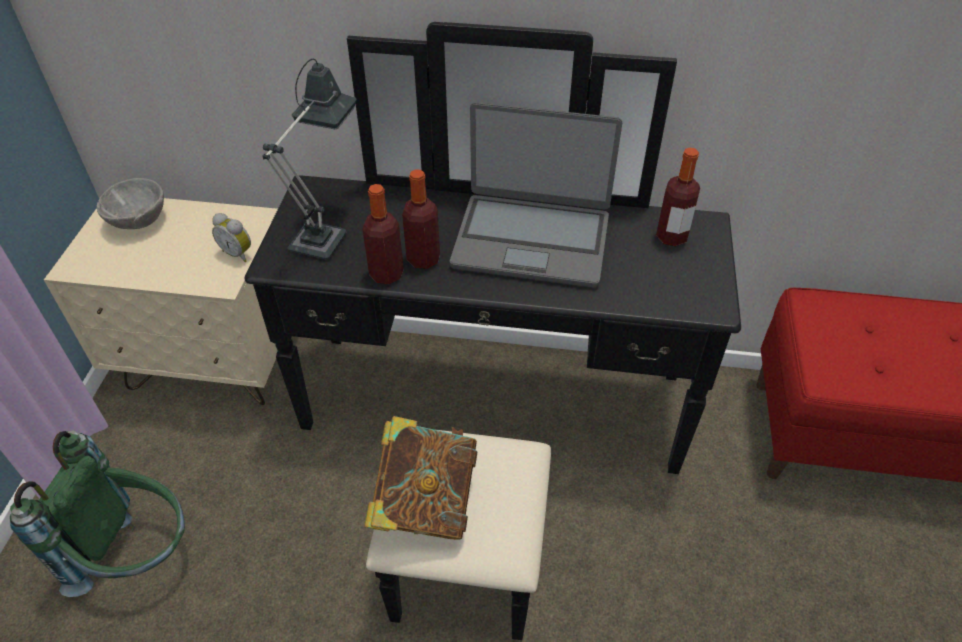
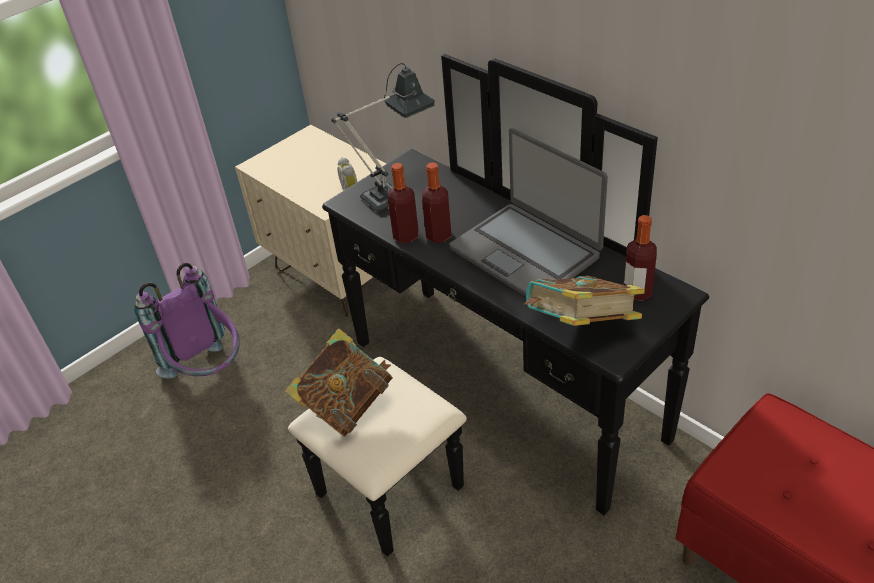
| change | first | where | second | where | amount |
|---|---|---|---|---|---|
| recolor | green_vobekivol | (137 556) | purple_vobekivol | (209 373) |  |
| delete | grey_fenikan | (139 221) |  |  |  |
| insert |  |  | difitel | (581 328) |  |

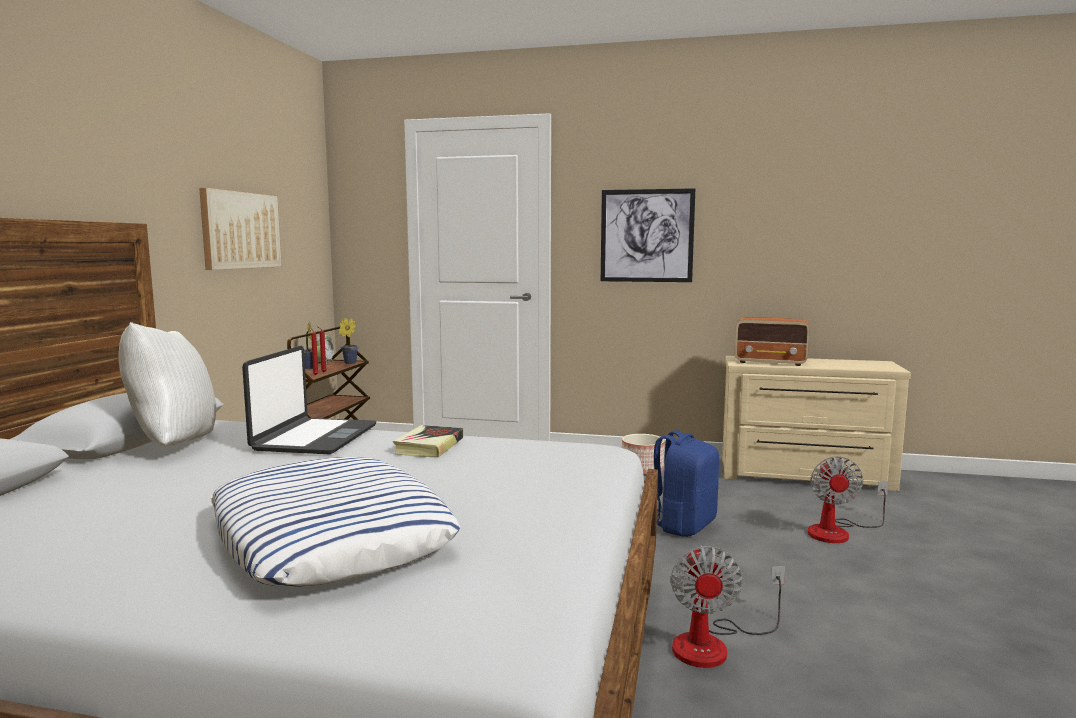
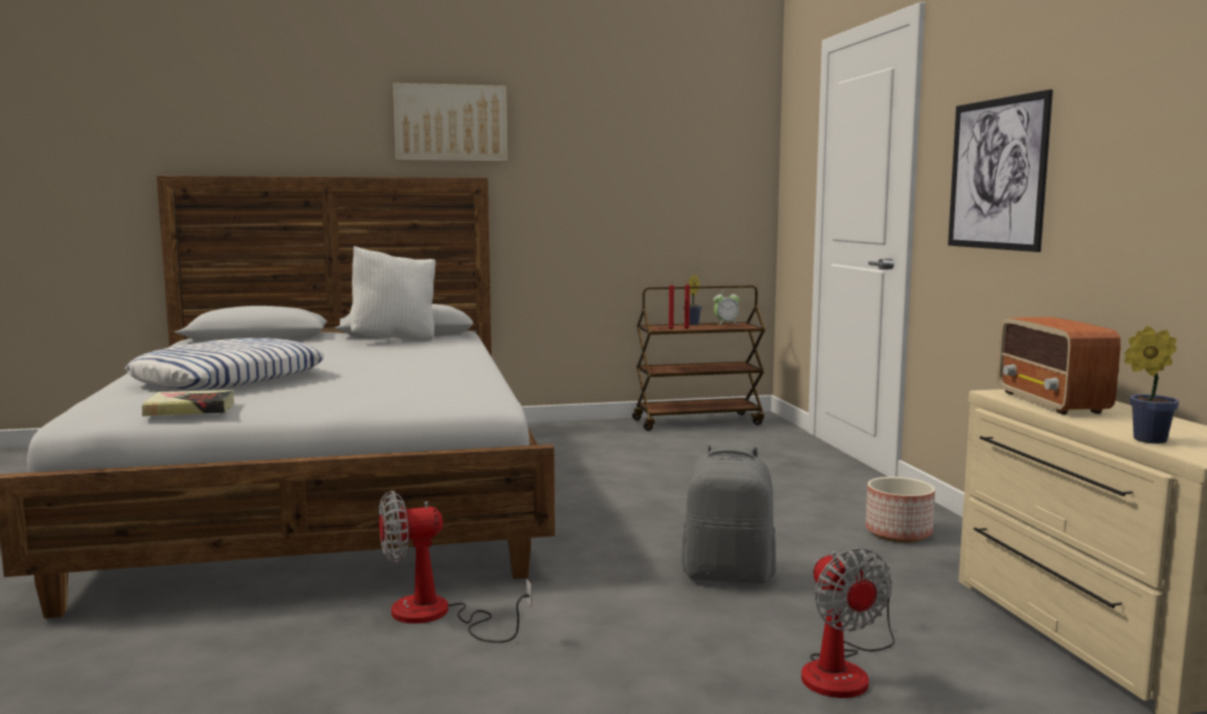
| change | first | where | second | where | amount |
|---|---|---|---|---|---|
| move | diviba | (240 230) |  | (450 123) |  |
| delete | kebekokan | (314 438) |  |  |  |
| move | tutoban | (348 363) |  | (1145 439) |  |
| move | difitel | (429 446) |  | (190 409) |  |
| recolor | blue_vobekivol | (683 525) | grey_vobekivol | (729 575) |  |
| rotate | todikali | (838 532) |  | (844 670) | 90 degrees counterclockwise |

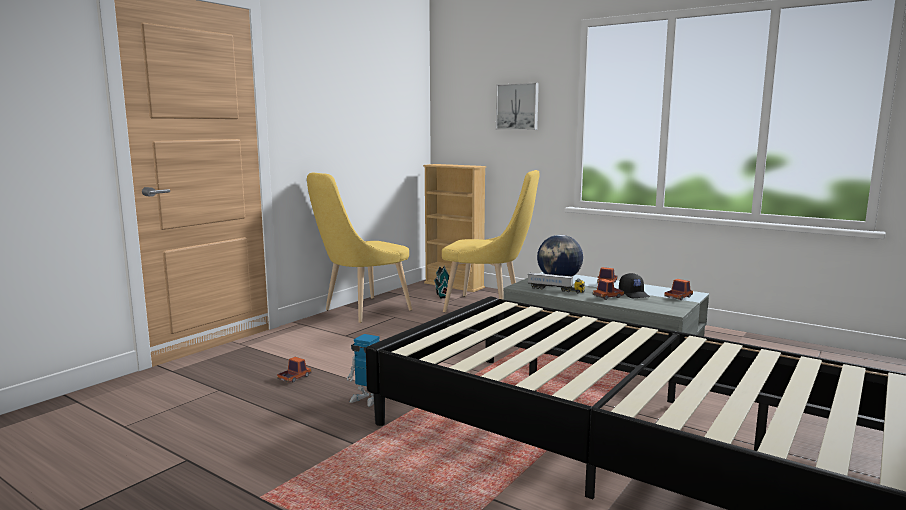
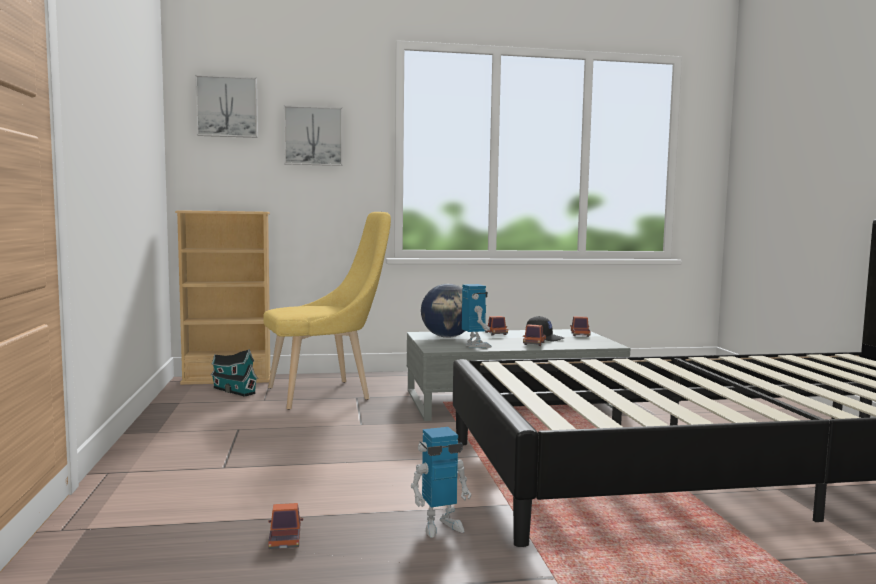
| change | first | where | second | where | amount |
|---|---|---|---|---|---|
| delete | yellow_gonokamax | (362 311) |  |  |  |
| replace | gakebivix | (555 290) | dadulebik | (475 346) |  |
| insert |  |  | diviba | (227 107) |  |

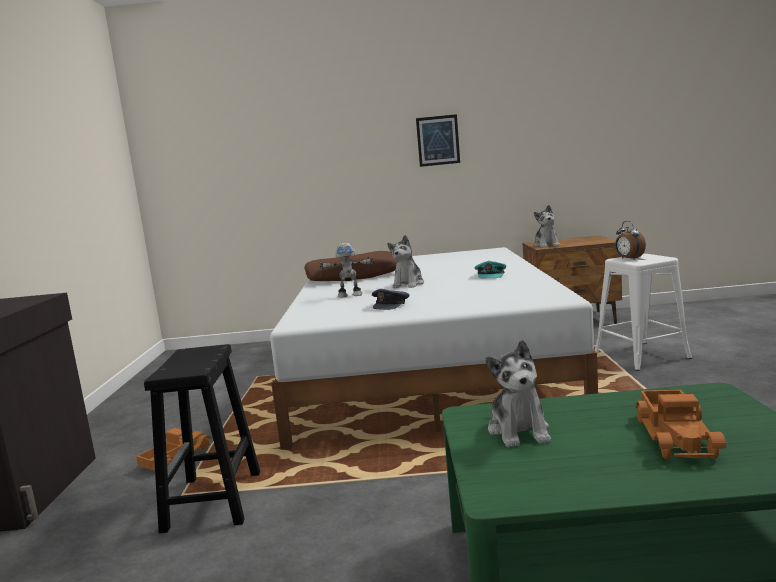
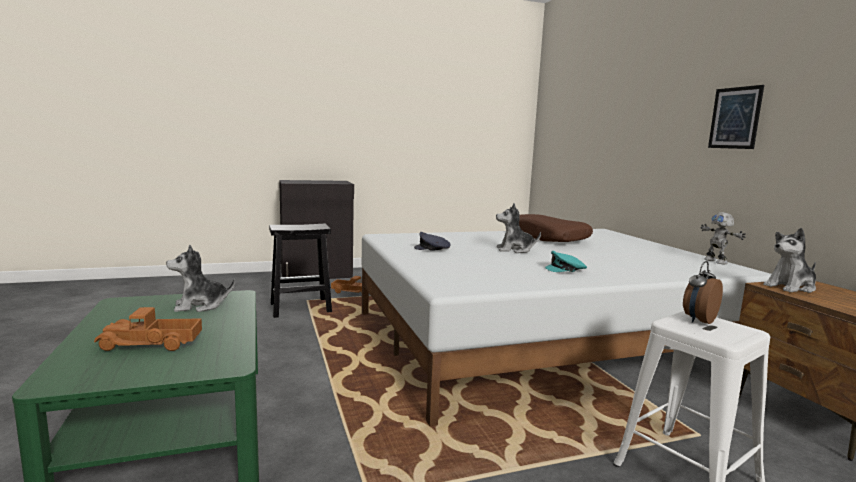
| change | first | where | second | where | amount |
|---|---|---|---|---|---|
| move | dadulebik | (350 295) |  | (716 261) |  |

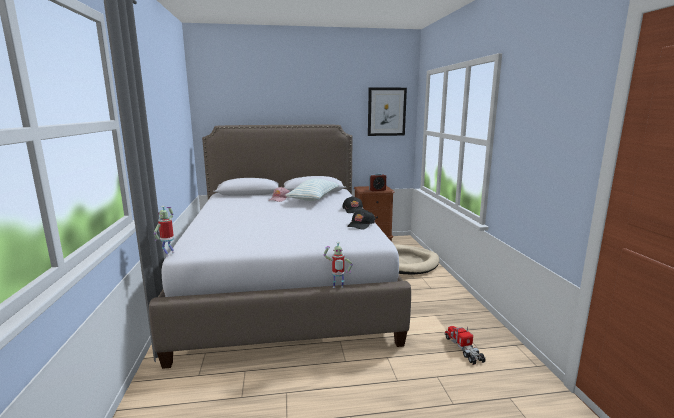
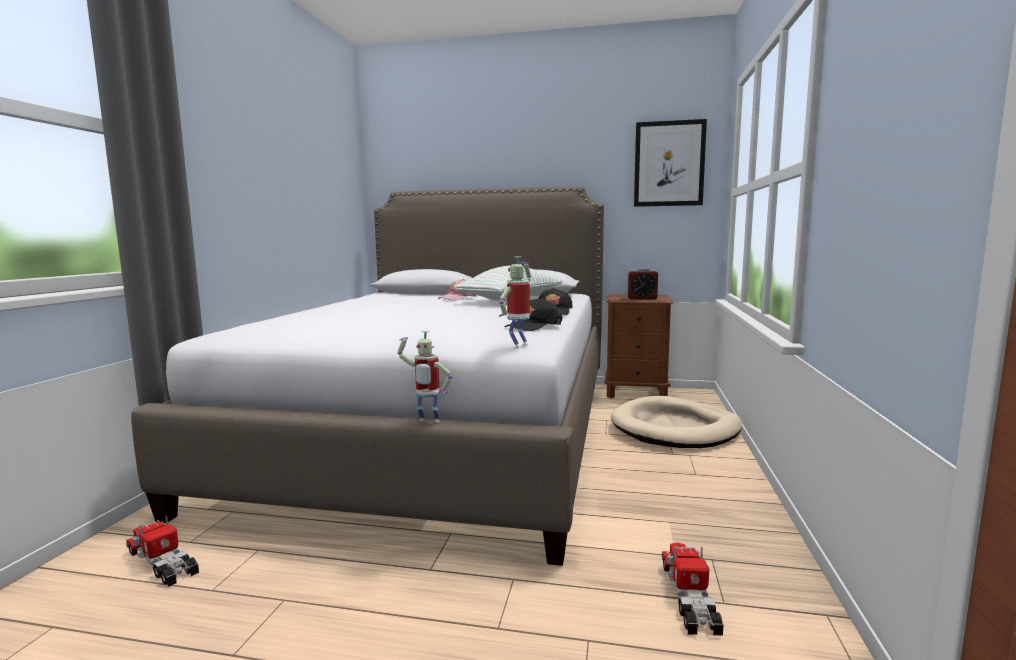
| change | first | where | second | where | amount |
|---|---|---|---|---|---|
| move | dadulebik | (168 254) |  | (518 346) |  |
| insert |  |  | gakebivix | (163 562) |  |

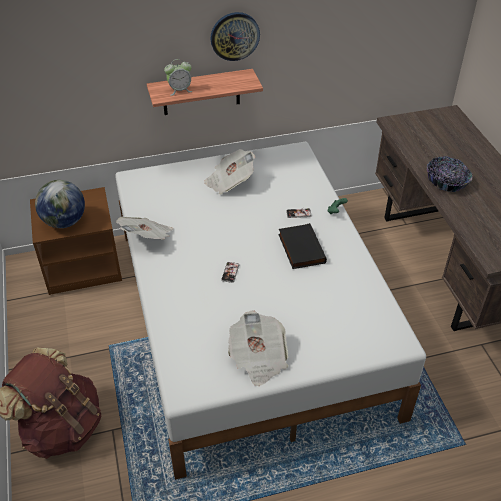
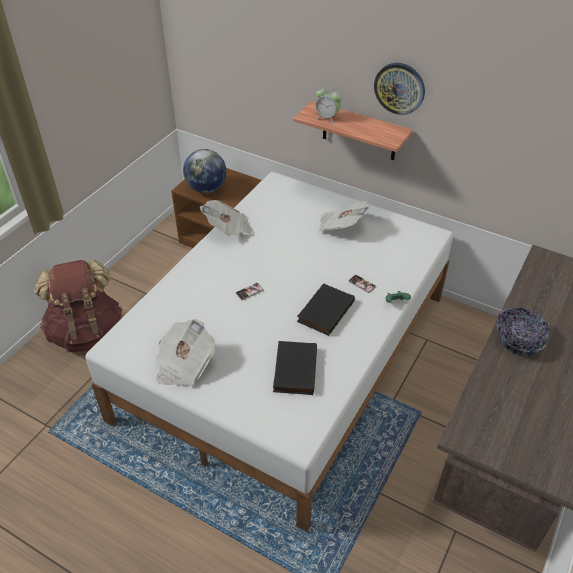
| change | first | where | second | where | amount |
|---|---|---|---|---|---|
| insert |  |  | black_difitel | (293 369) |  |

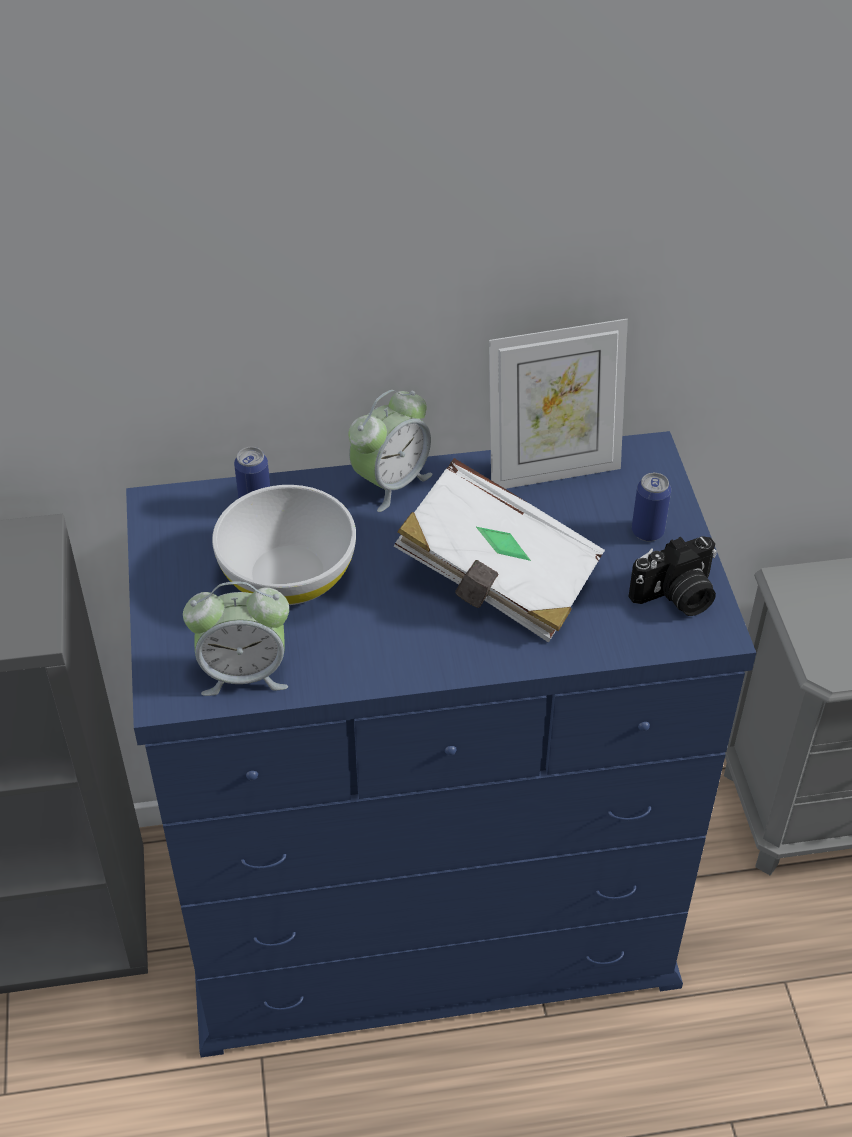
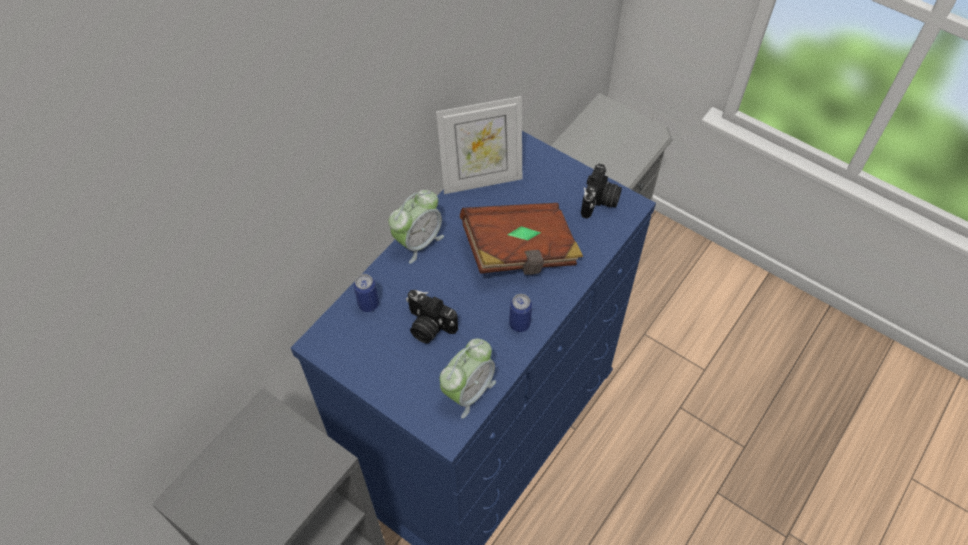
| change | first | where | second | where | amount |
|---|---|---|---|---|---|
| replace | white_fenikan | (288 575) | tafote | (428 326) |  |
| rotate | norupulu | (391 483) |  | (418 242) | 45 degrees clockwise |
| recolor | white_difitel | (498 578) | brown_difitel | (520 252) |  |
| rotate | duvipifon | (552 470) |  | (481 180) | 45 degrees clockwise |
| move | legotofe | (647 531) |  | (519 324) |  |

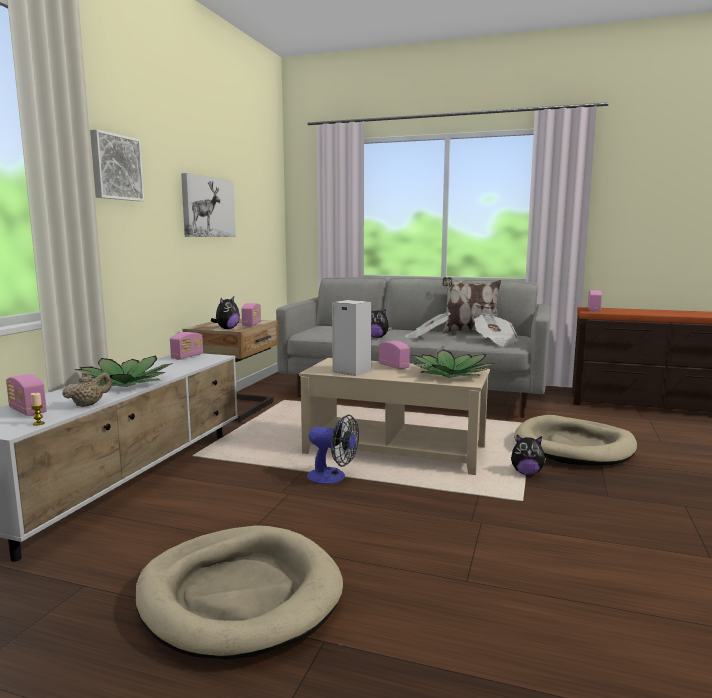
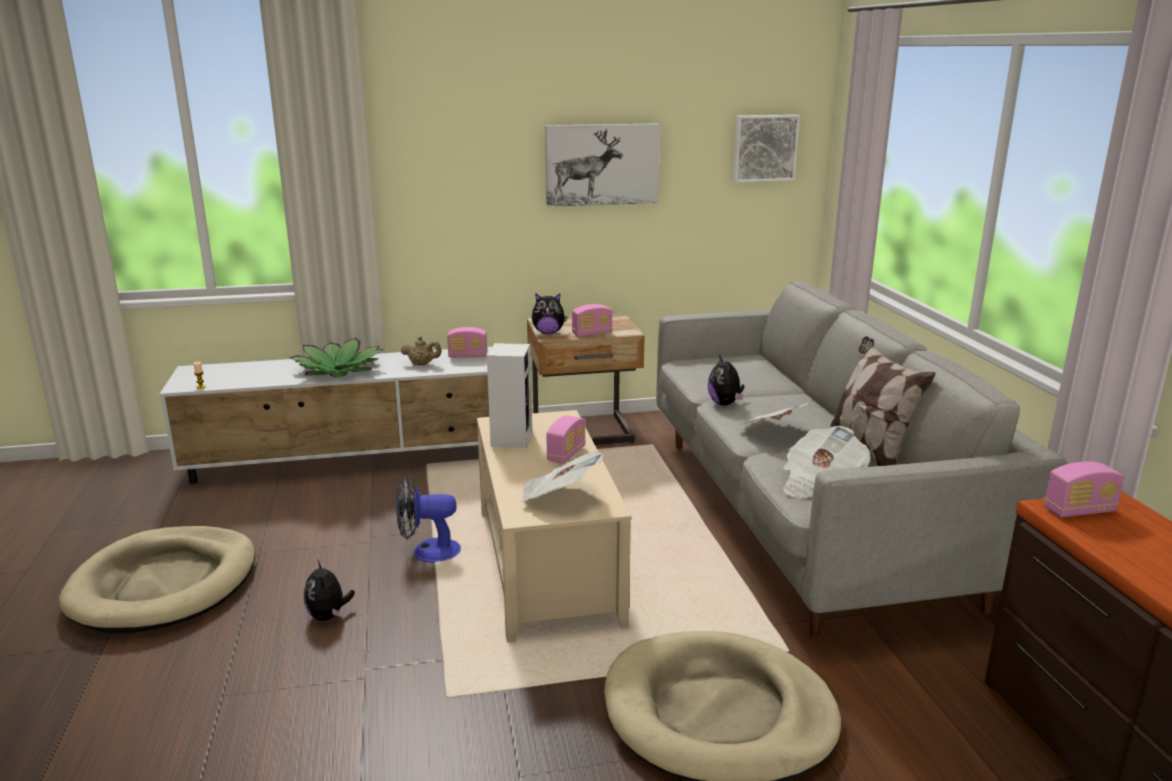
| change | first | where | second | where | amount |
|---|---|---|---|---|---|
| delete | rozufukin | (27 411) |  |  |  |
| move | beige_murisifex | (88 404) |  | (422 364) |  |
| move | diviba | (115 167) |  | (764 148) |  |
| rotate | todikali | (332 477) |  | (428 551) | 90 degrees clockwise |
| replace | tutoban | (451 374) | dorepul | (559 496) |  |
| move | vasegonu | (526 473) |  | (329 616) |  |

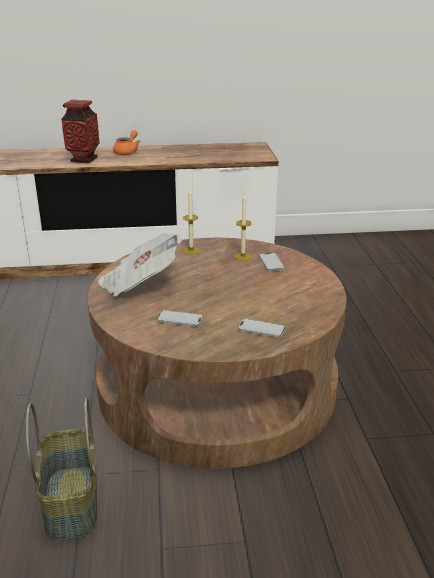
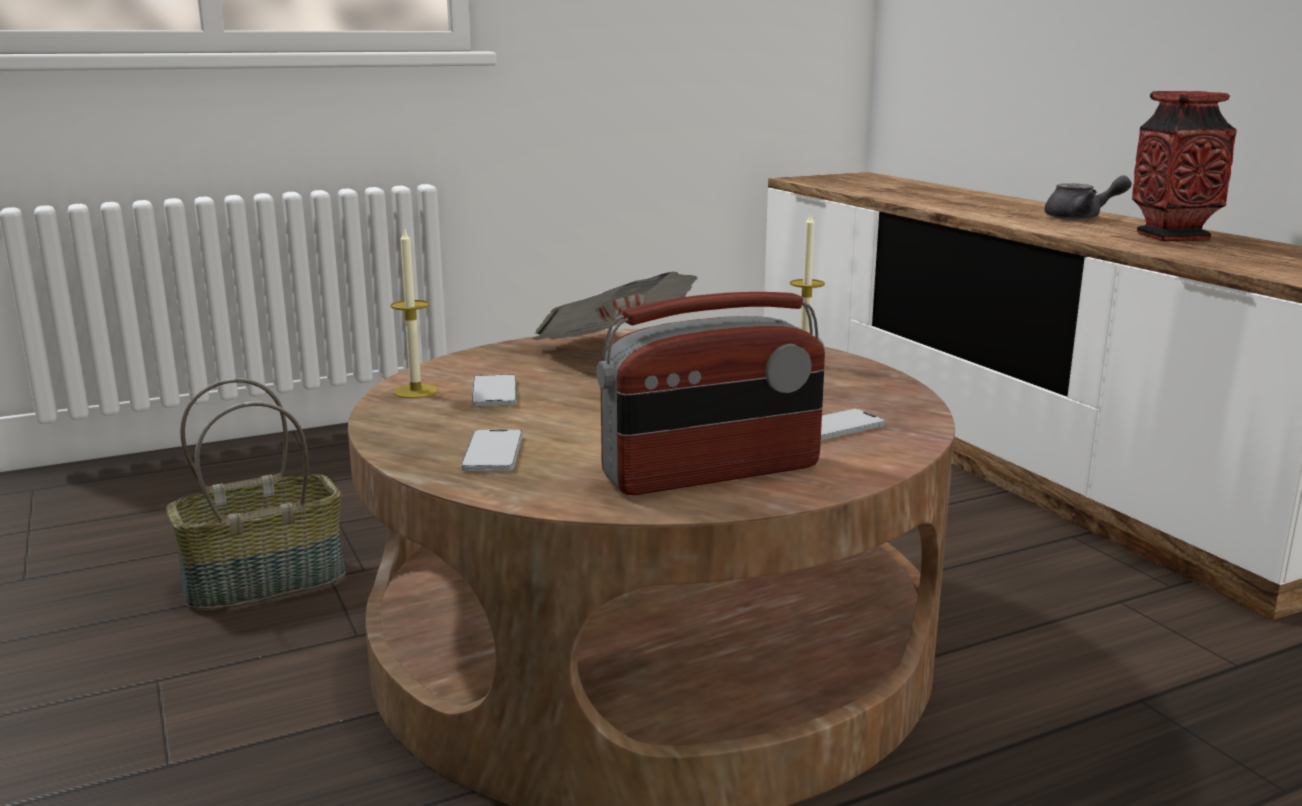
| change | first | where | second | where | amount |
|---|---|---|---|---|---|
| move | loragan | (83 160) |  | (1172 237) |  |
| recolor | orange_murisifex | (127 152) | grey_murisifex | (1081 218) |  |
| move | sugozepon | (243 256) |  | (415 391) |  |
| insert |  |  | rozufukin | (712 473) |  |

